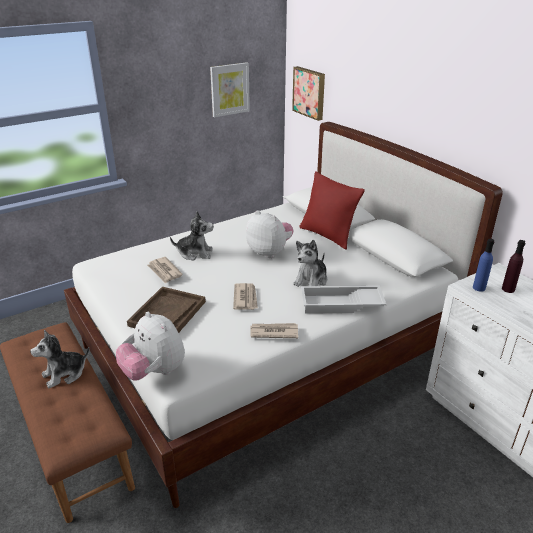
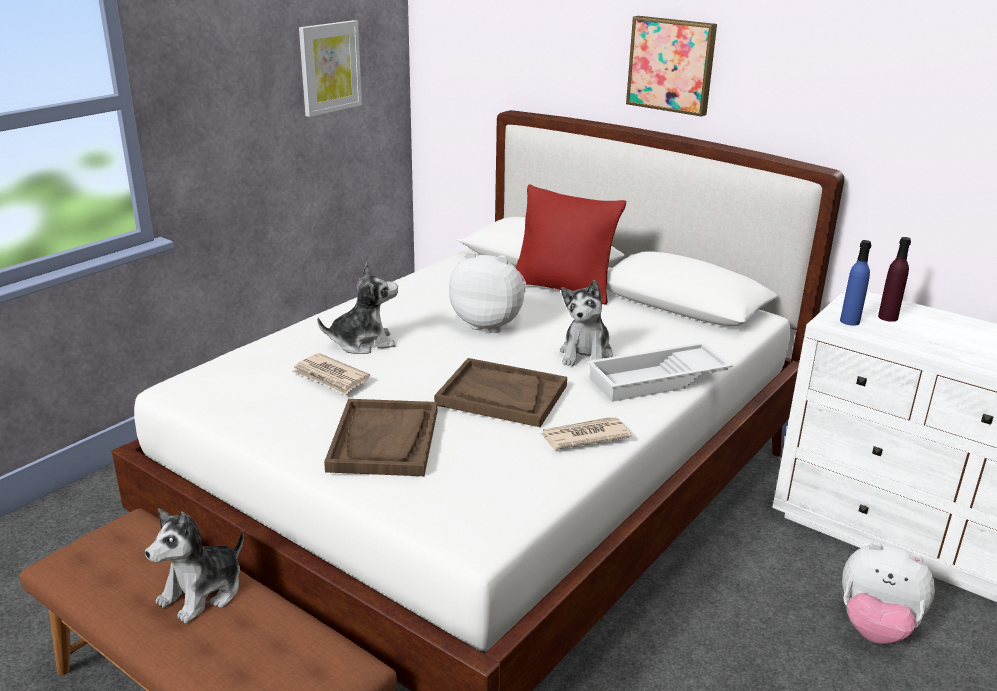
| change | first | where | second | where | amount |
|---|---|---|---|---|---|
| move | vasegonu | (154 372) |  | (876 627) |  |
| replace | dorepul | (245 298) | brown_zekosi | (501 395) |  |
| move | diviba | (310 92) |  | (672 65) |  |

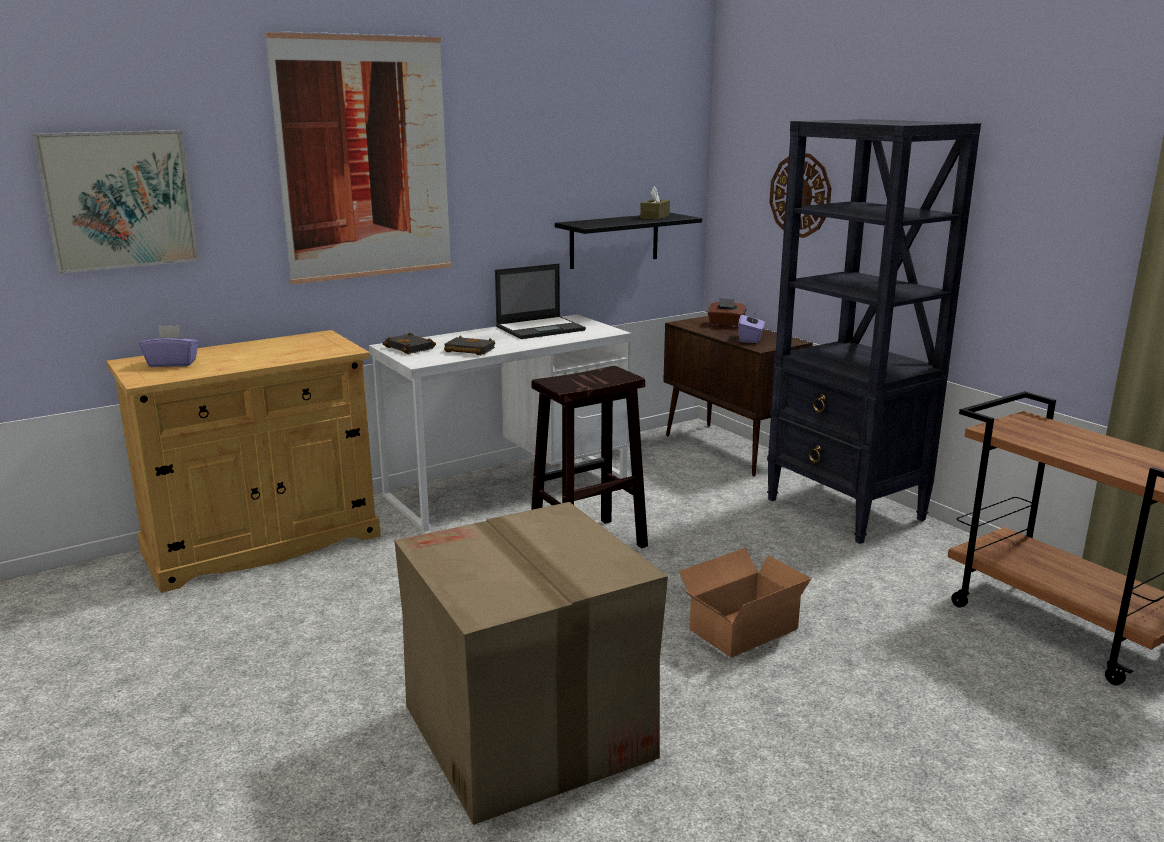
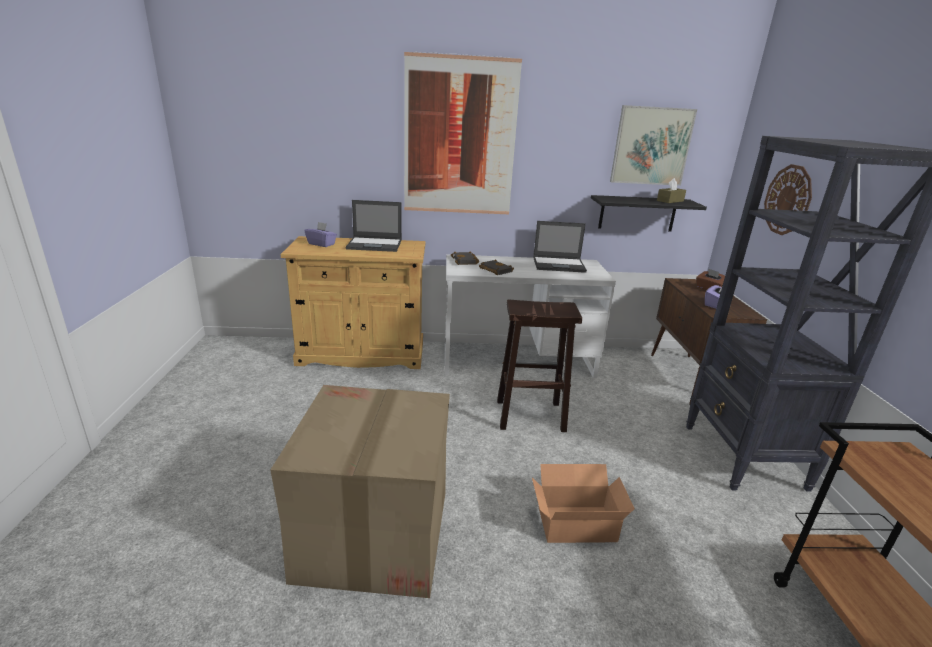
| change | first | where | second | where | amount |
|---|---|---|---|---|---|
| move | diviba | (119 200) |  | (651 146) |  |
| insert |  |  | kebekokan | (375 245) |  |

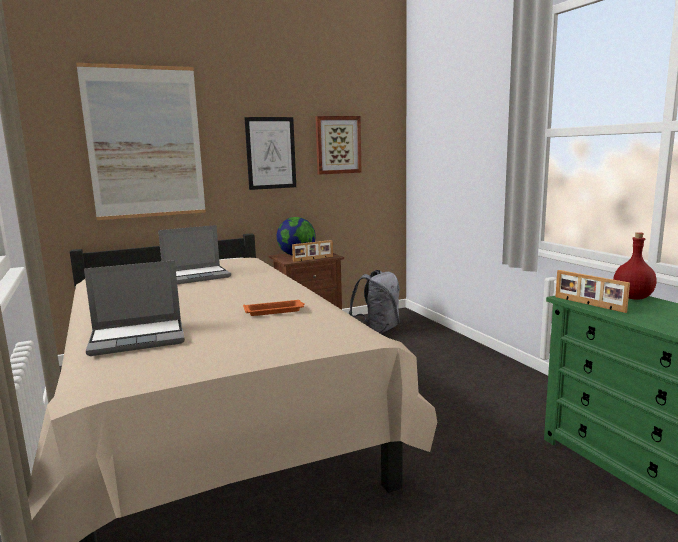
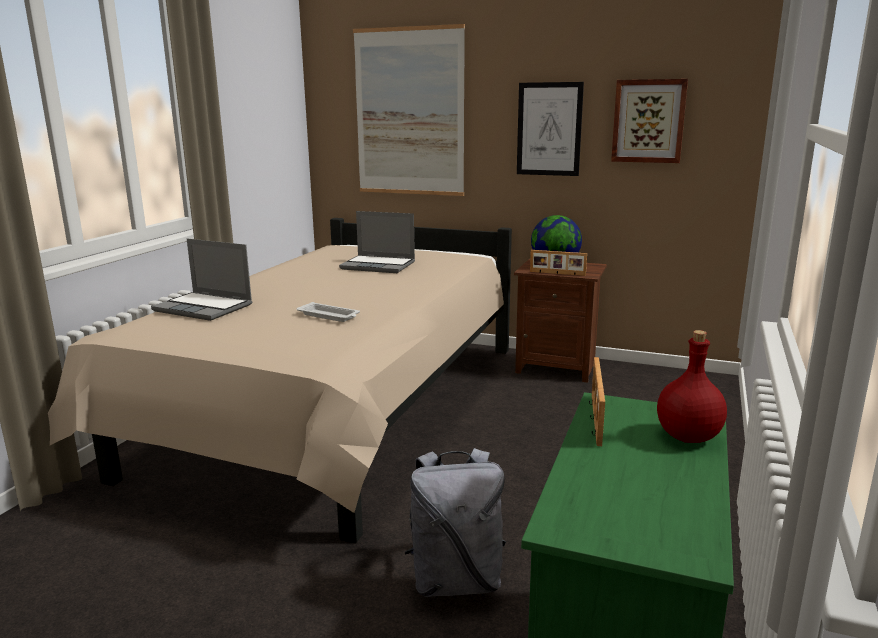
| change | first | where | second | where | amount |
|---|---|---|---|---|---|
| recolor | orange_zekosi | (275 311) | white_zekosi | (329 316) |  |
| move | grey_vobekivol | (378 330) |  | (456 580) |  |

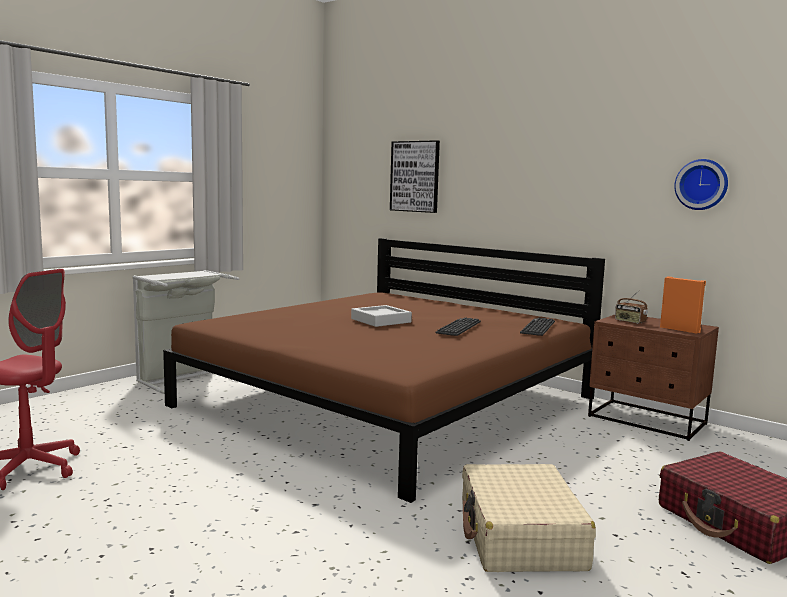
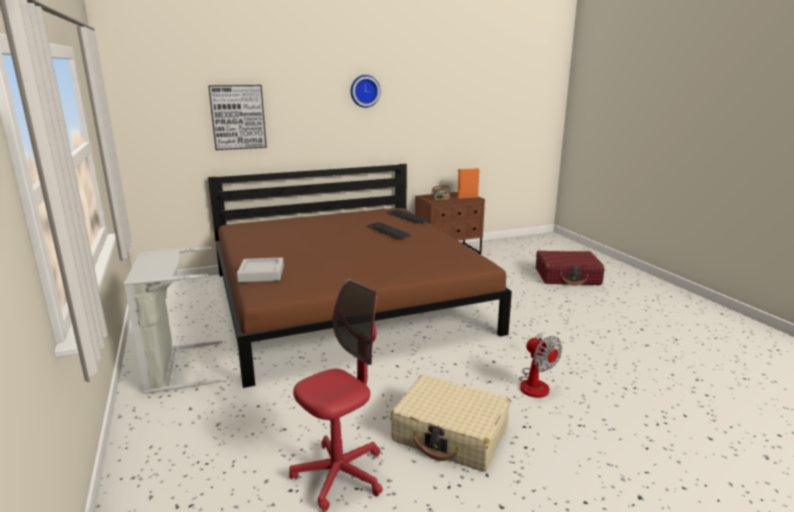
| change | first | where | second | where | amount |
|---|---|---|---|---|---|
| move | grey_zekosi | (381 320) |  | (261 274) |  |
| move | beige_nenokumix | (520 536) |  | (450 434) |  |
| move | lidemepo | (702 184) |  | (364 91) |  |
| insert |  |  | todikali | (535 383) |  |

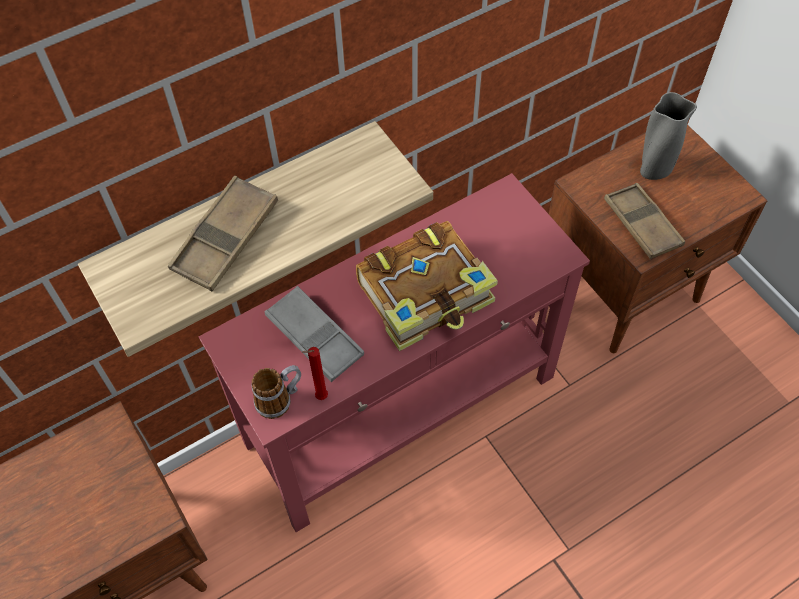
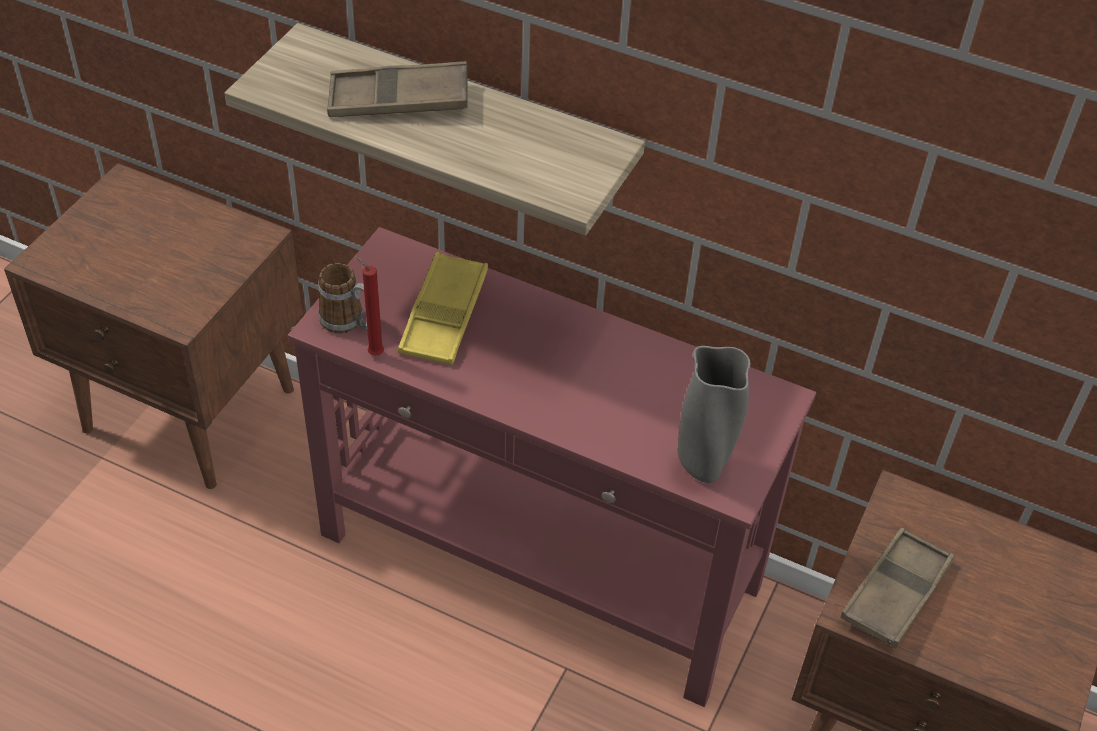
| change | first | where | second | where | amount |
|---|---|---|---|---|---|
| recolor | grey_zekosi | (315 337) | yellow_zekosi | (444 315) |  |
| delete | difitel | (427 295) |  |  |  |
| move | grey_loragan | (654 170) |  | (703 465) |  |

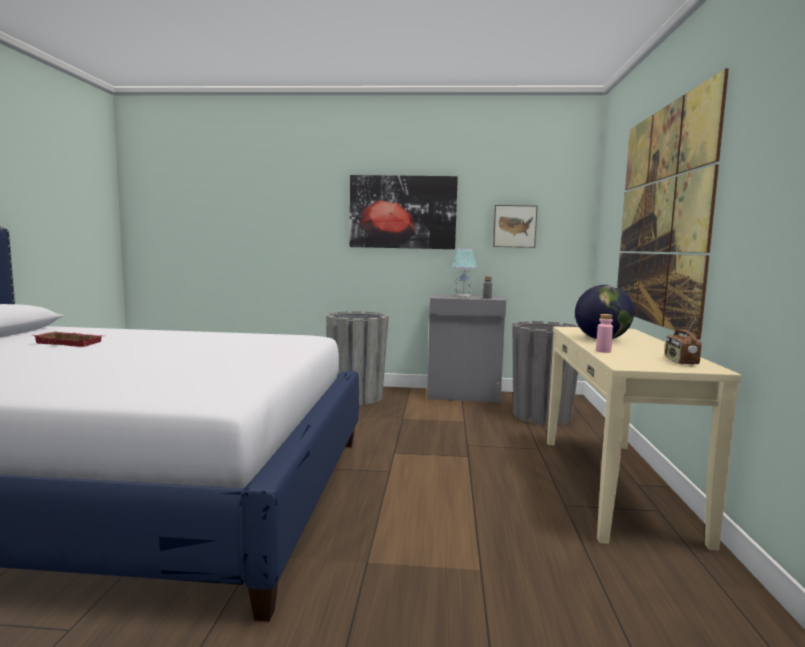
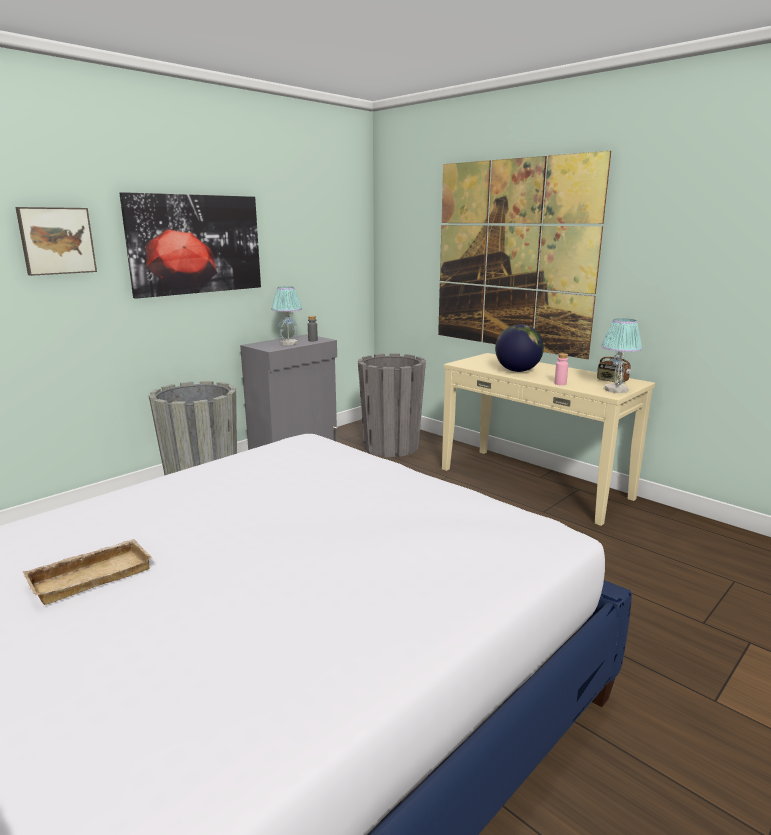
| change | first | where | second | where | amount |
|---|---|---|---|---|---|
| recolor | red_zekosi | (71 343) | beige_zekosi | (92 575) |  |
| move | diviba | (514 226) |  | (56 240) |  |
| insert |  |  | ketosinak | (616 390) |  |

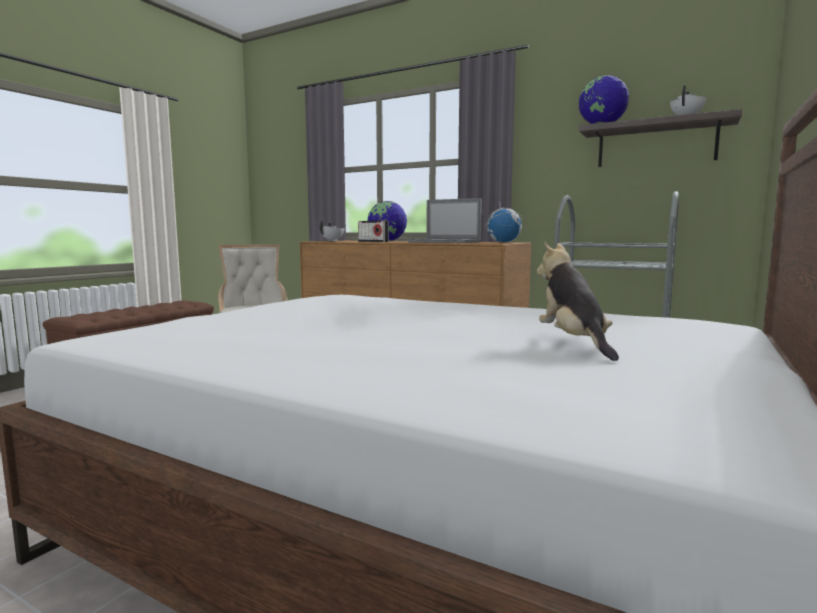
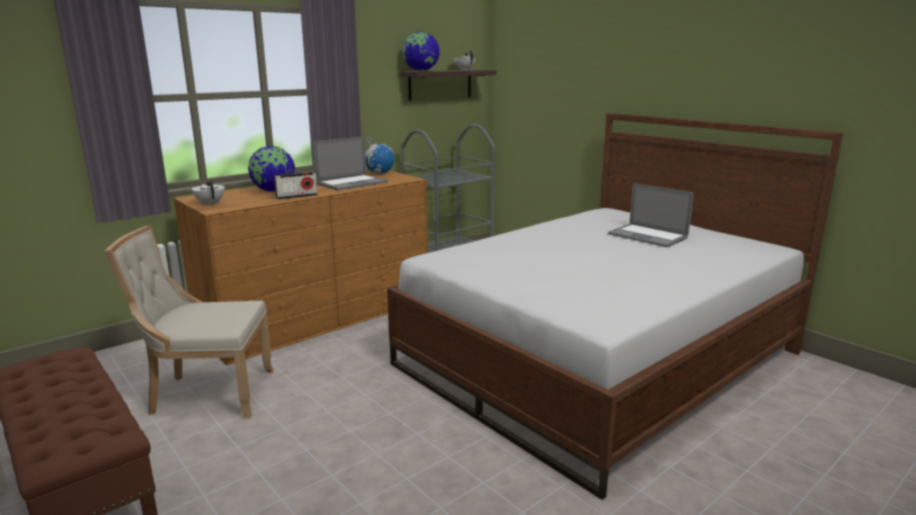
| change | first | where | second | where | amount |
|---|---|---|---|---|---|
| replace | vasegonu | (573 343) | kebekokan | (647 236) |  |

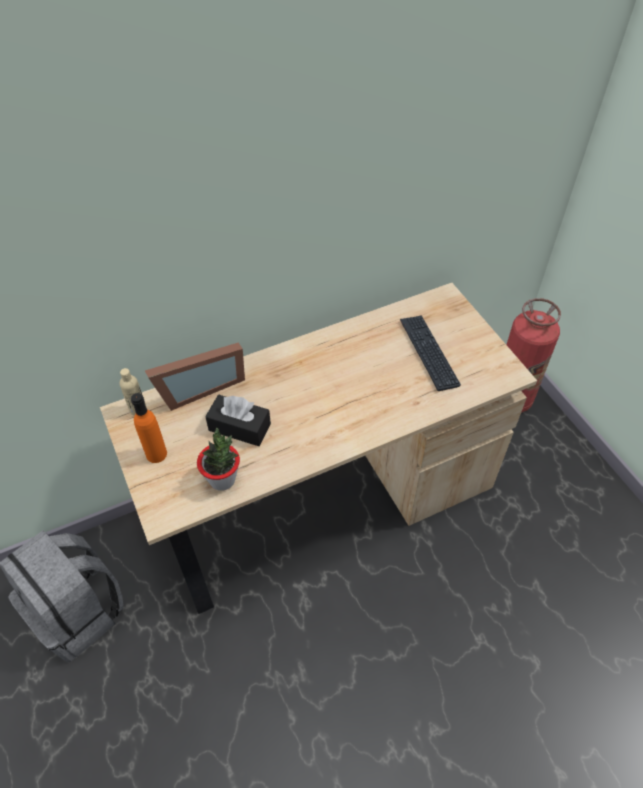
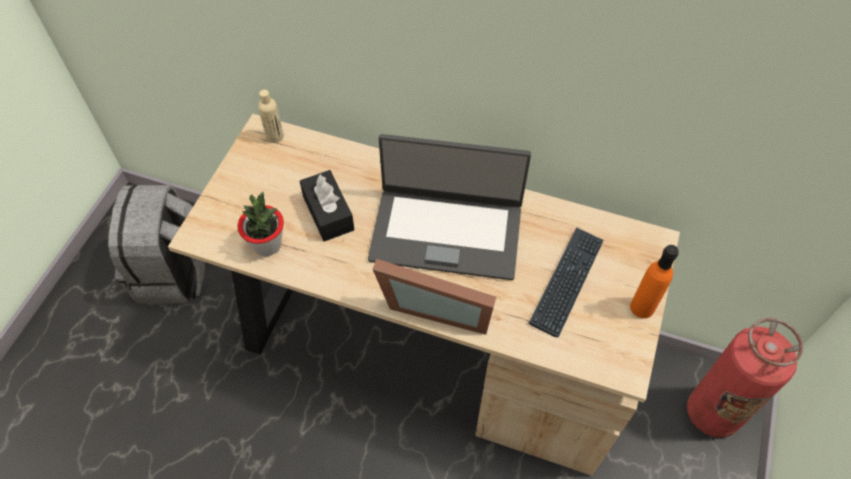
| change | first | where | second | where | amount |
|---|---|---|---|---|---|
| move | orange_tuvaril | (156 454) |  | (642 307) |  |
| move | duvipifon | (199 387) |  | (436 306) |  |
| insert |  |  | kebekokan | (446 232) |  |

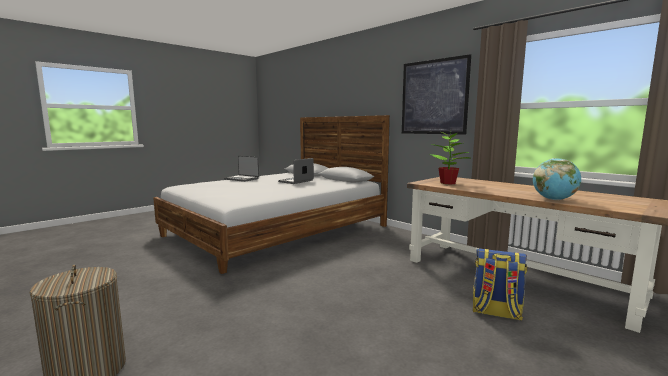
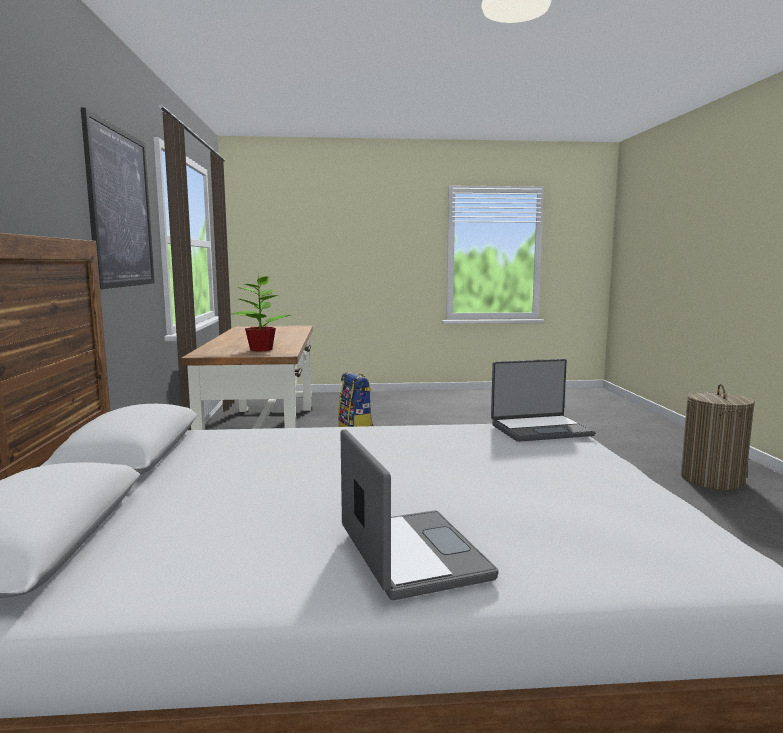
| change | first | where | second | where | amount |
|---|---|---|---|---|---|
| move | kebekokan | (296 181) |  | (540 429) |  |
| delete | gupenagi | (554 199) |  |  |  |

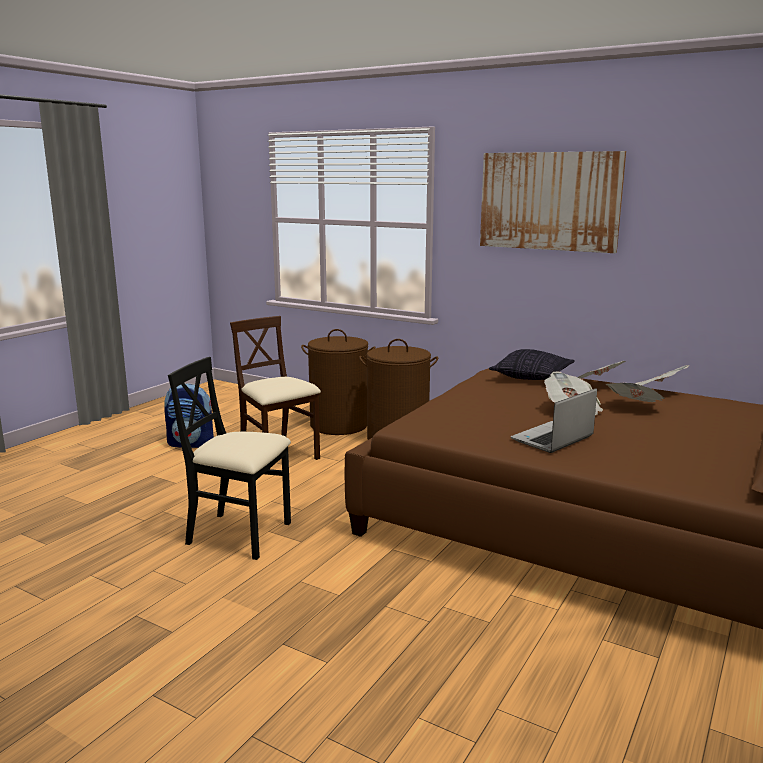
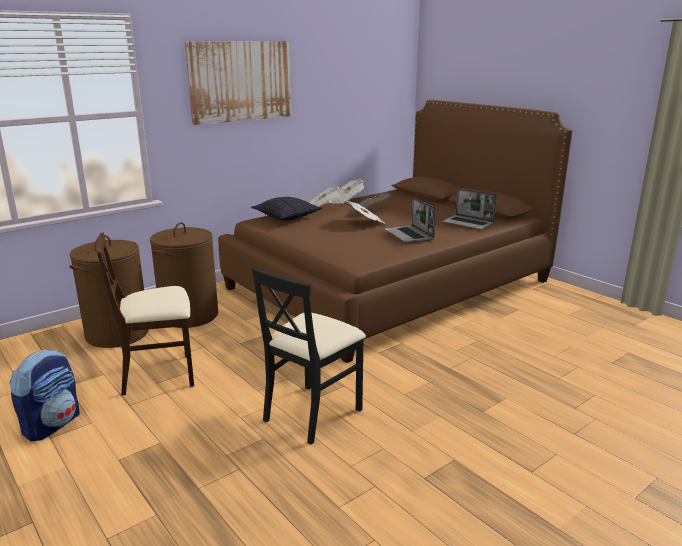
| change | first | where | second | where | amount |
|---|---|---|---|---|---|
| insert |  |  | kebekokan | (468 223) |  |

